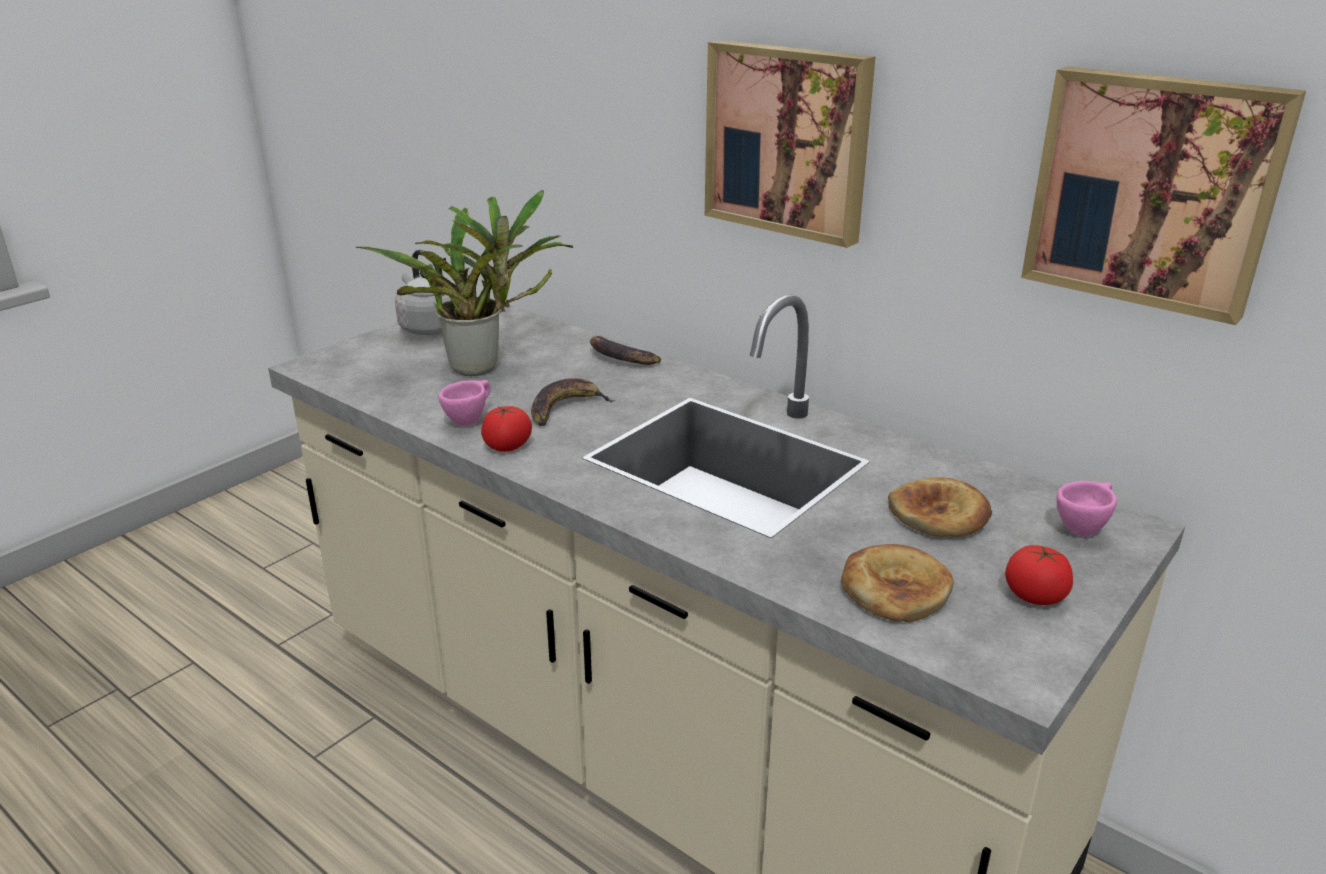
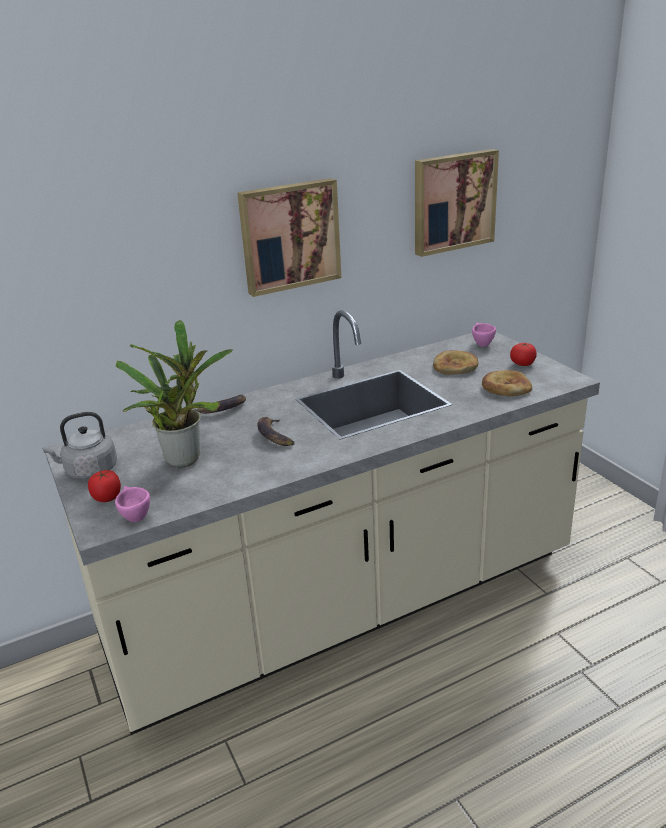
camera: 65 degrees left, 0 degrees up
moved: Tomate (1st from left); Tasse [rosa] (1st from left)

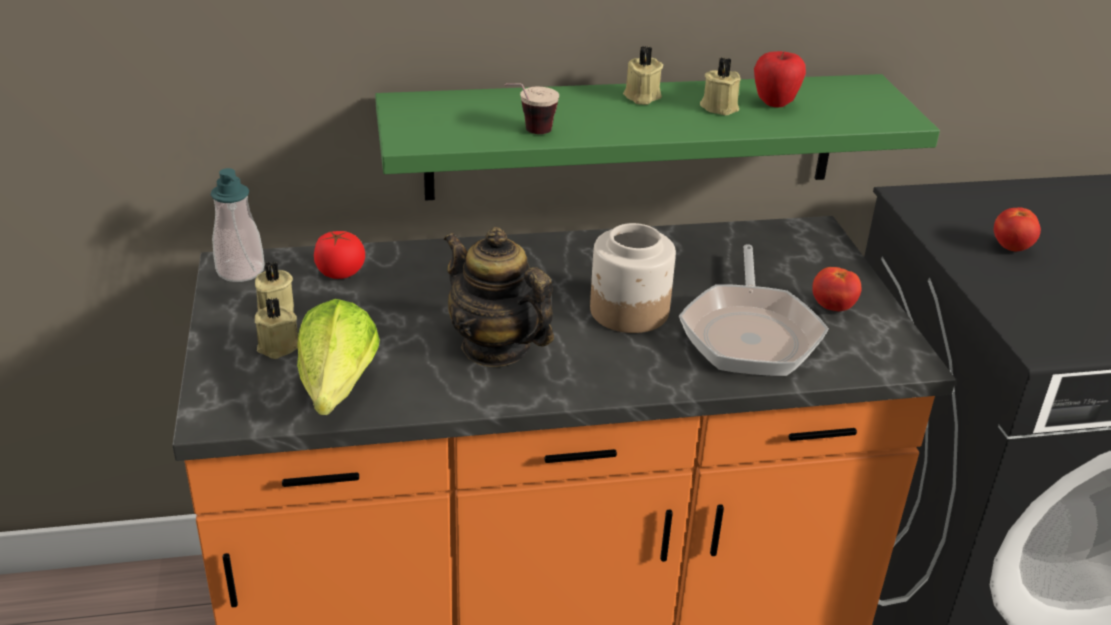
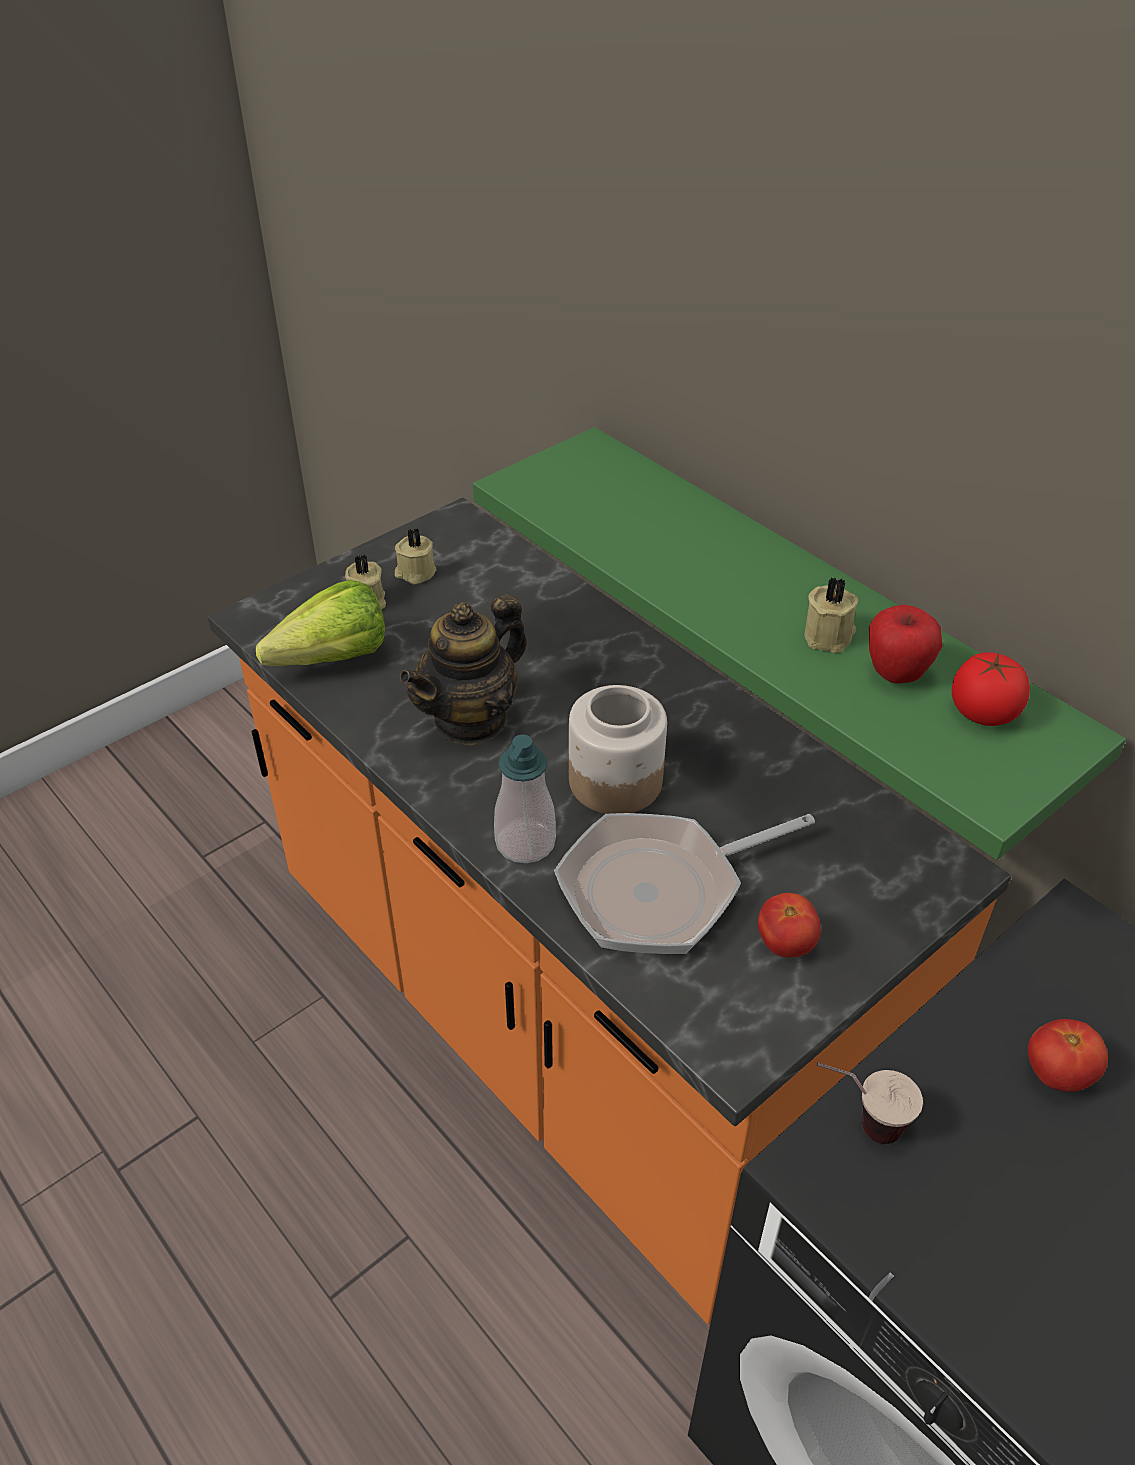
camera: 60 degrees right, 10 degrees up
removed: Kerze [beige] (3rd from left)
moved: Seifenspender; Tasse; Tomate (1st from left in the first image) to Tomate (2nd from left)
turned: Teekanne 150 degrees counterclockwise

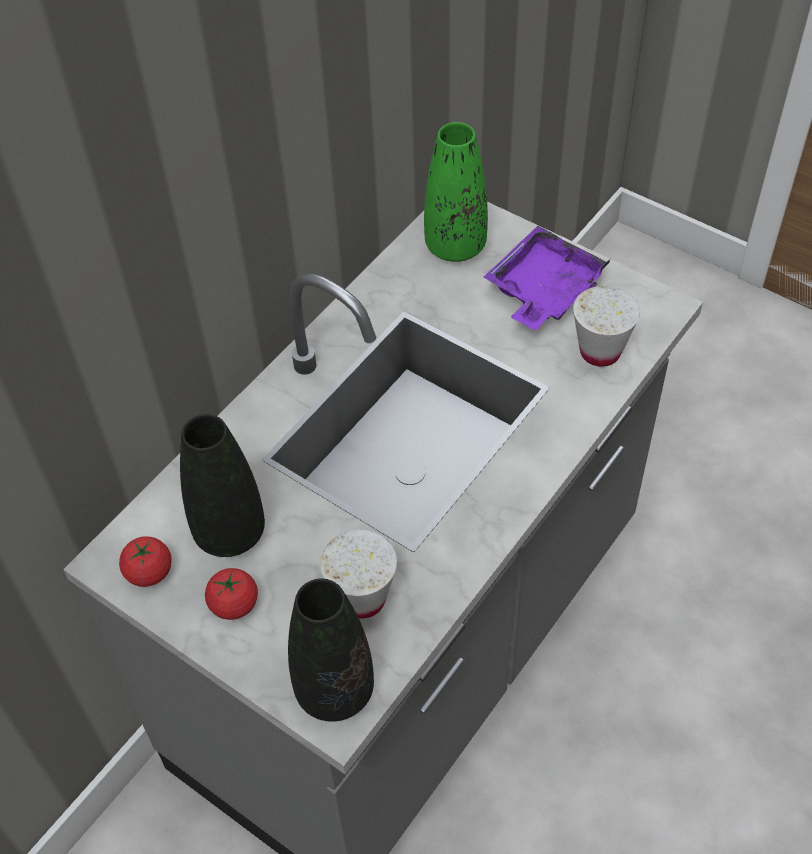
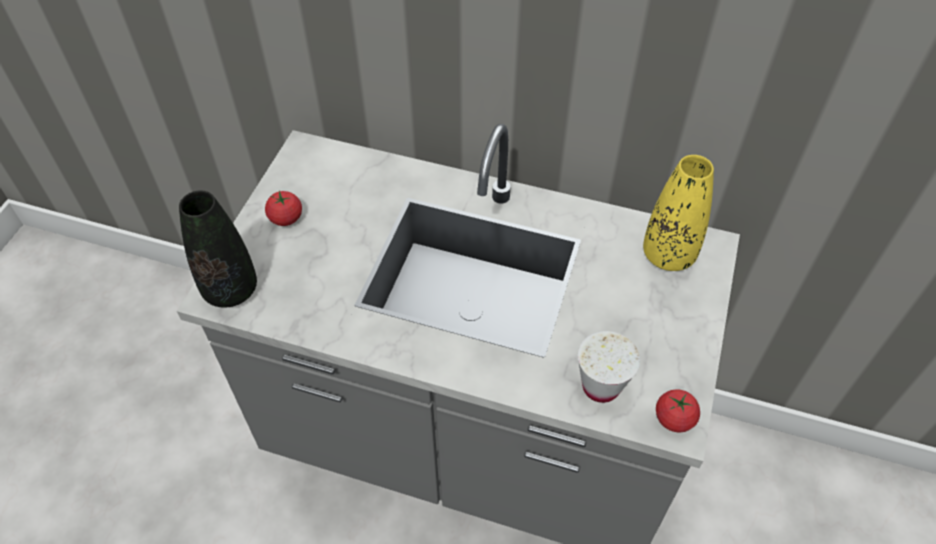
camera: 70 degrees right, 0 degrees up
removed: Vase [schwarz] (1st from left); Tasse [weiß] (1st from left); Tablett [lila]
moved: Tomate (1st from left in the first image) to Tomate (2nd from left)
recoloured: Vase [grün] to Vase [gelb]

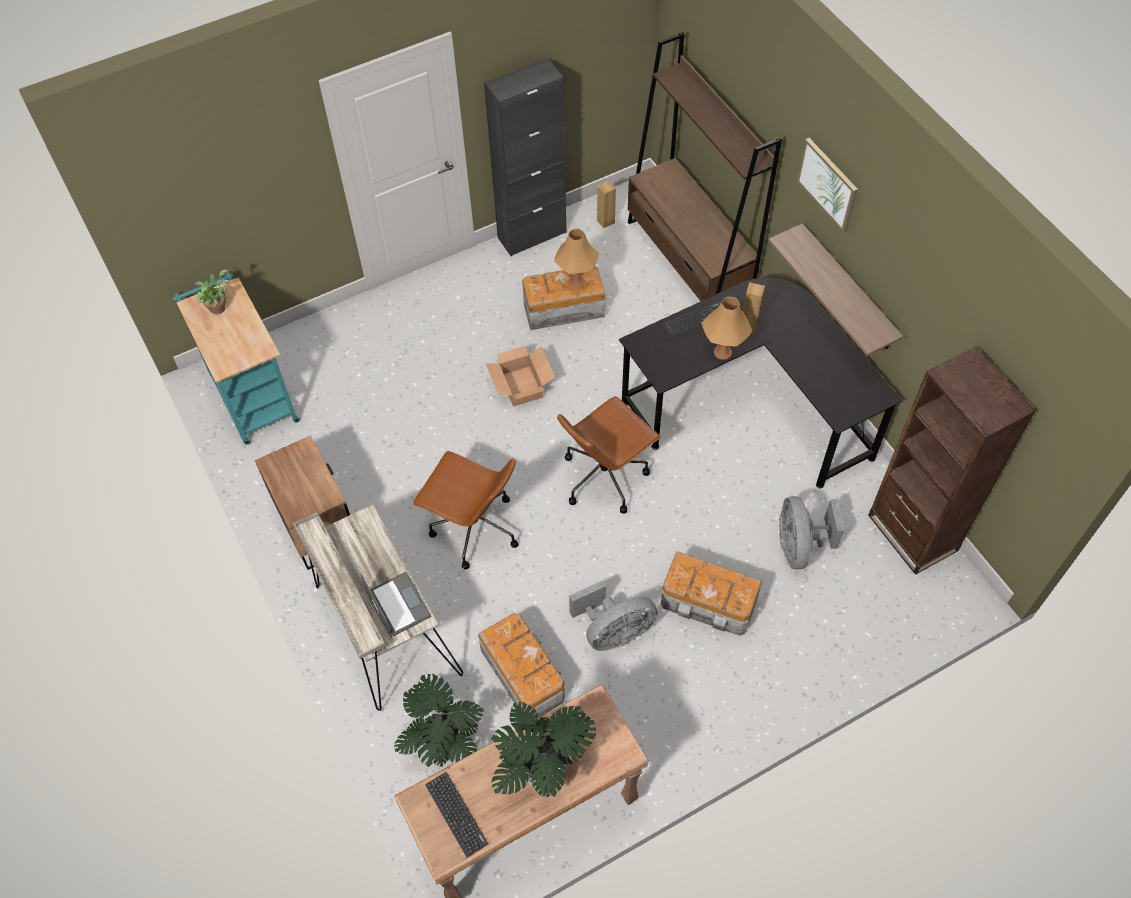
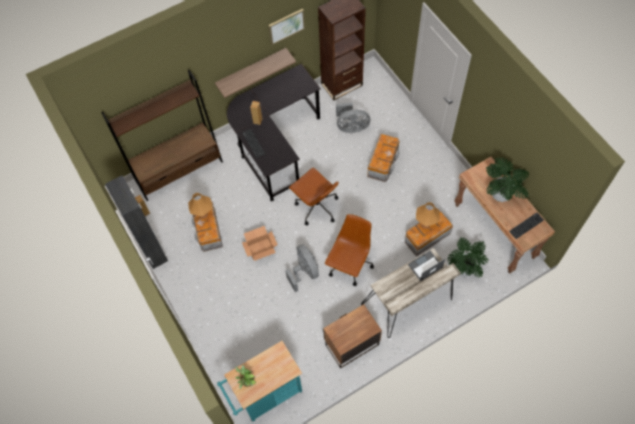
camera: 90 degrees left, 5 degrees up
moved: Bild; Ventilator [grau] (1st from left); Tischlampe [orange] (2nd from left)

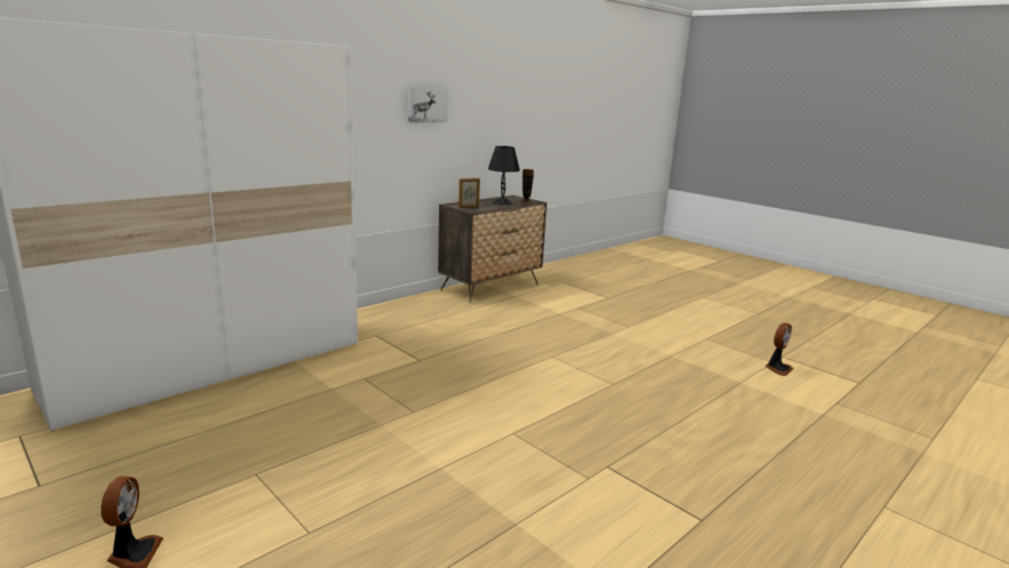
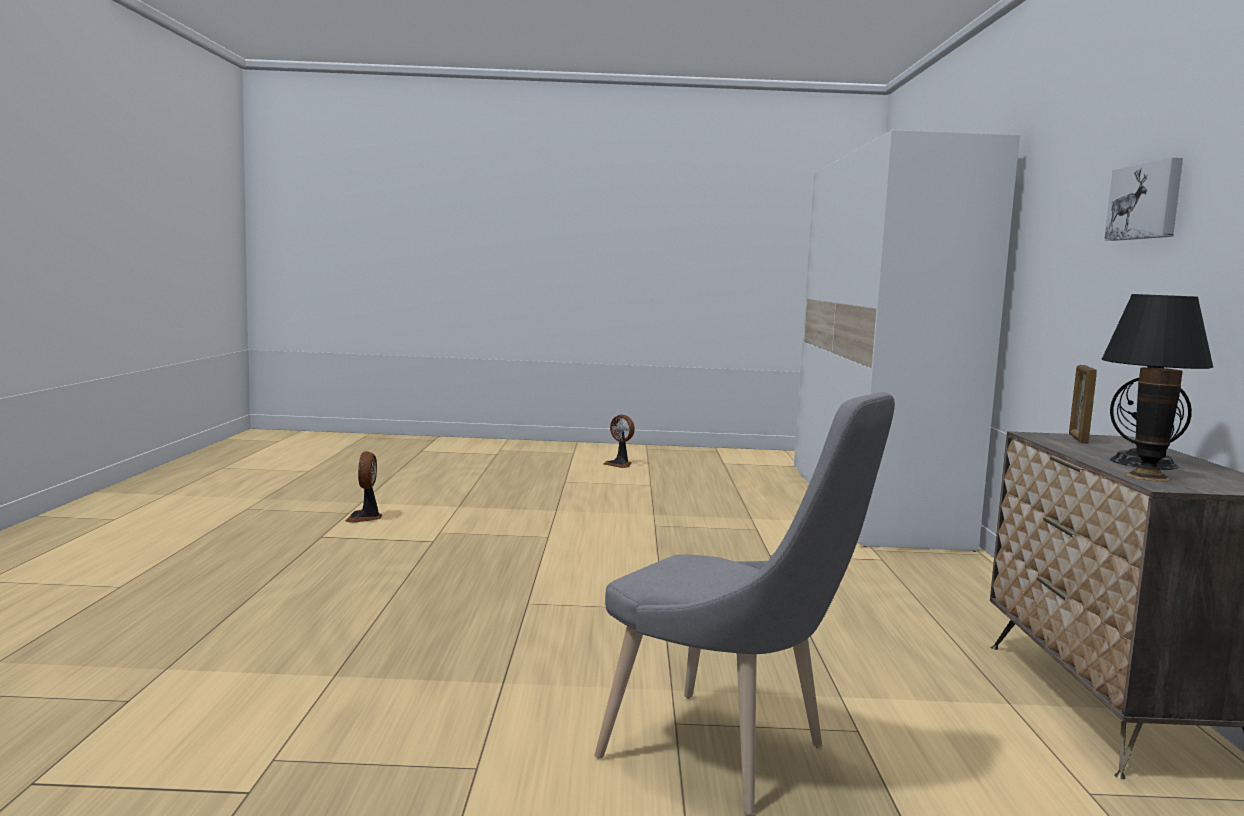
camera: 135 degrees right, 10 degrees down
added: Stuhl [grau]
moved: Ventilator (2nd from left in the first image) to Ventilator (1st from left)

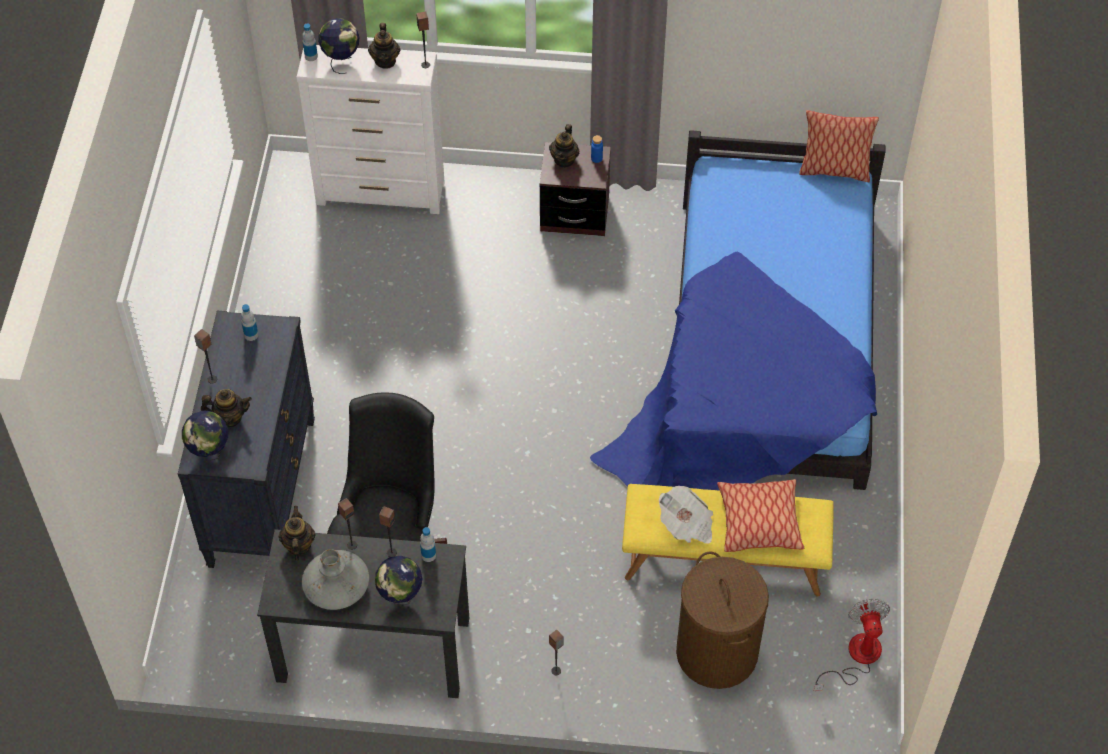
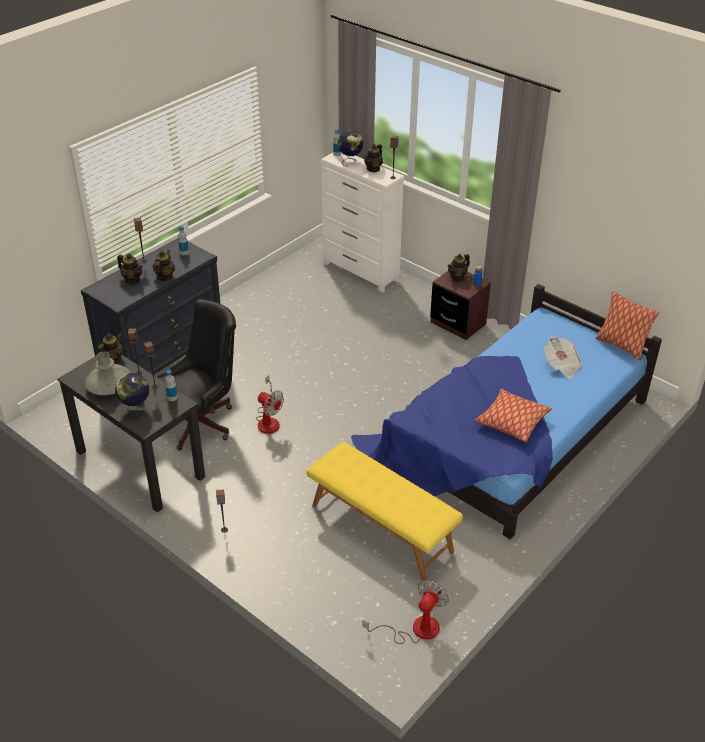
camera: 35 degrees right, 15 degrees down
removed: Globus (1st from left); Wäschekorb [braun]
added: Teekanne (3rd from left); Ventilator (1st from left)
moved: Kissen (1st from left); Zeitung

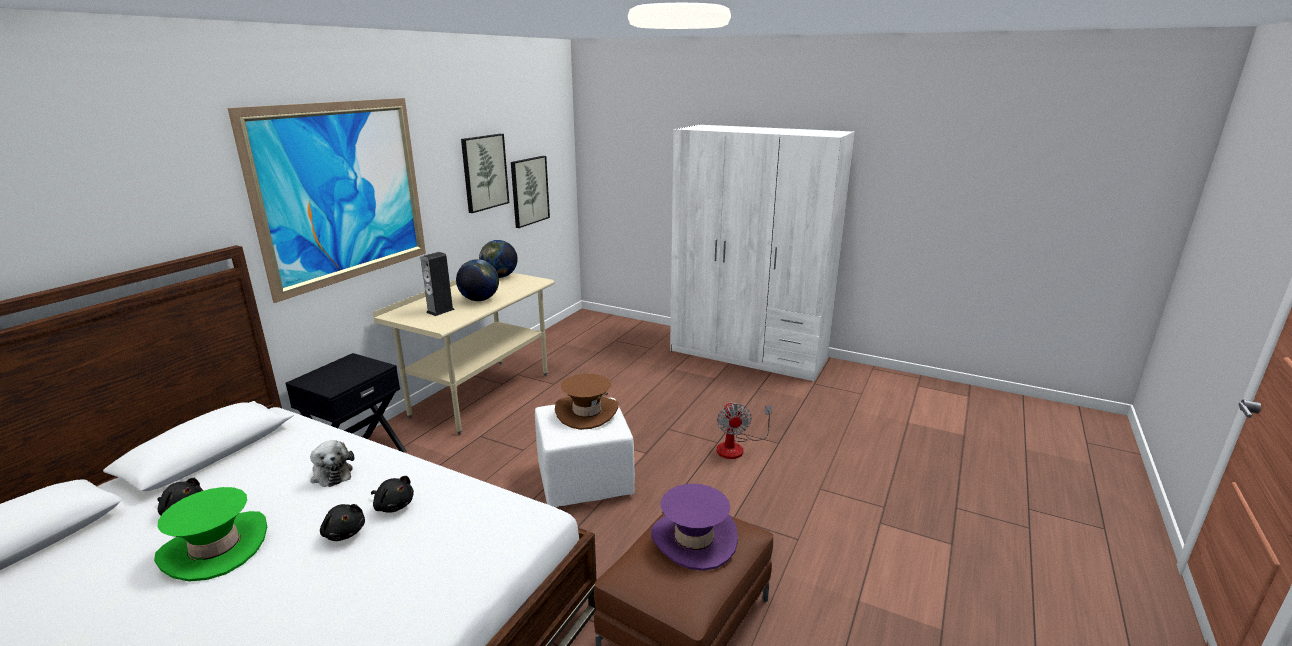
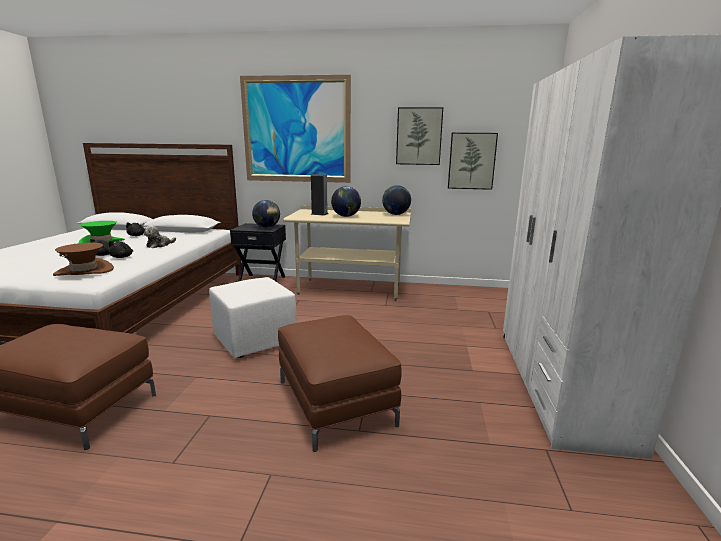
camera: 70 degrees right, 5 degrees down
removed: Hut [lila]
added: Globus (1st from left)
moved: Hut [braun]
replaced: Ventilator to Polsterhocker [braun] (2nd from left)

